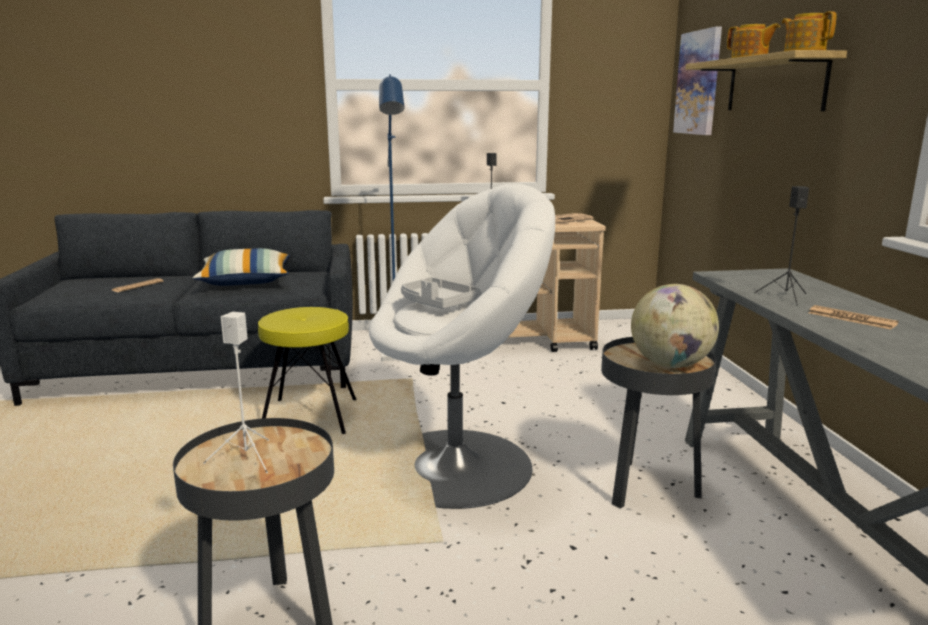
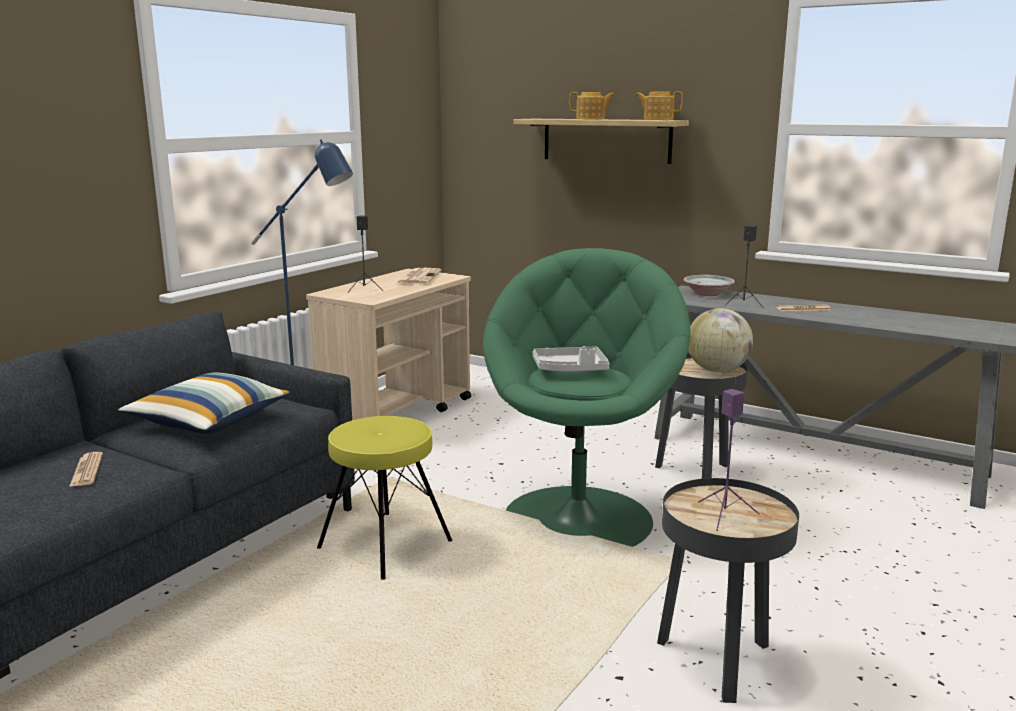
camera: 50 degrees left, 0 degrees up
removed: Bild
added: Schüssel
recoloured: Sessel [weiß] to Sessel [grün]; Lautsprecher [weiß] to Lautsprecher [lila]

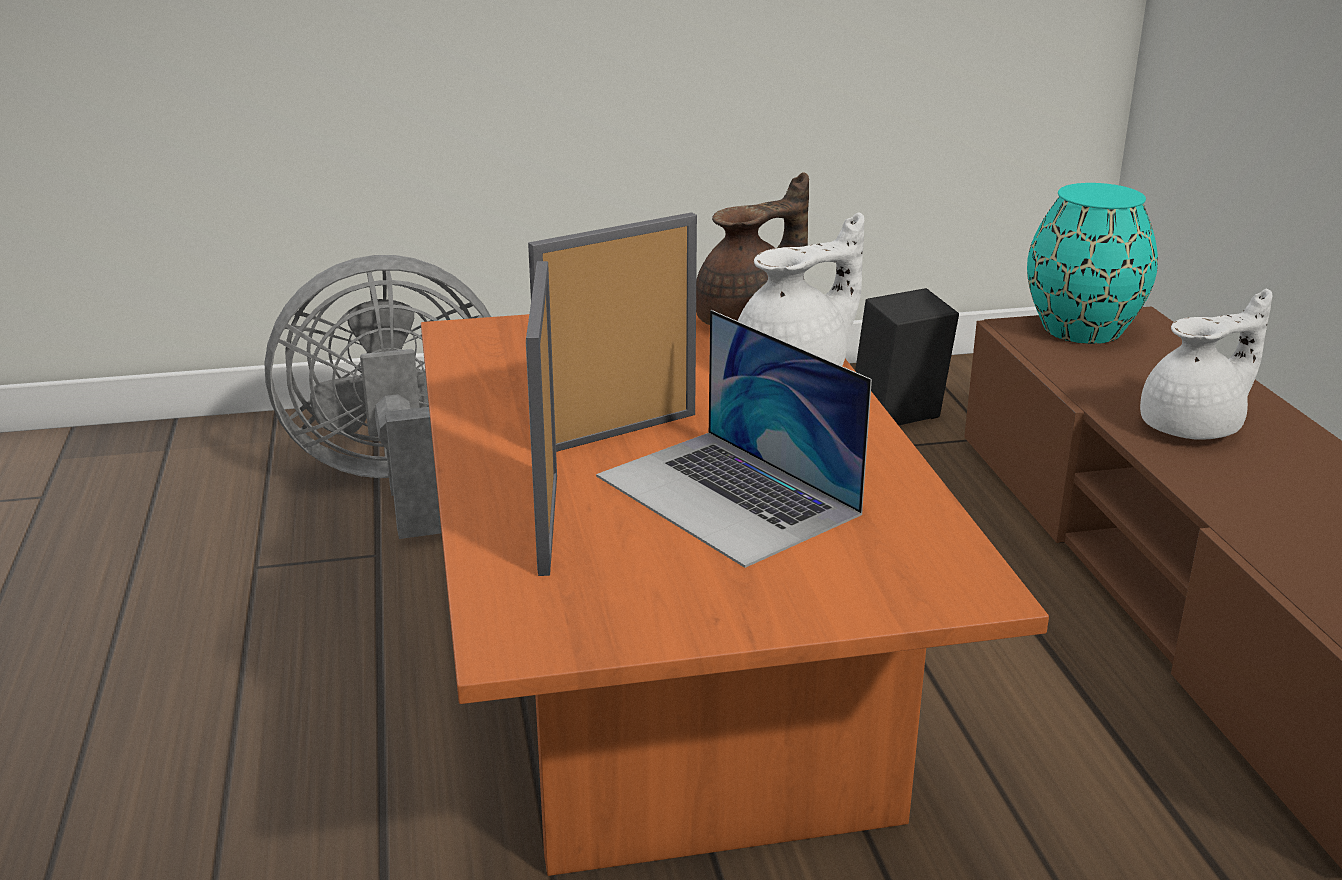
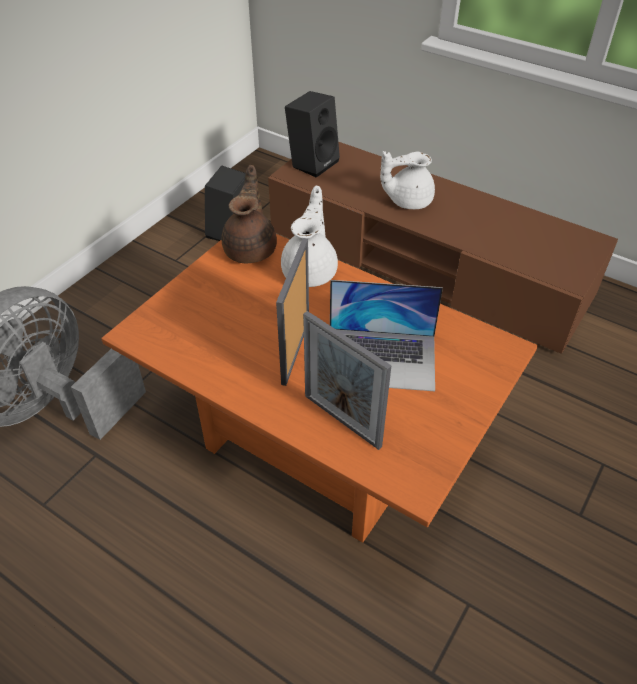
camera: 45 degrees left, 20 degrees up
replaced: Vase [türkis] to Lautsprecher [schwarz] (2nd from left)
turned: Teekanne [weiß] (2nd from left) 120 degrees counterclockwise

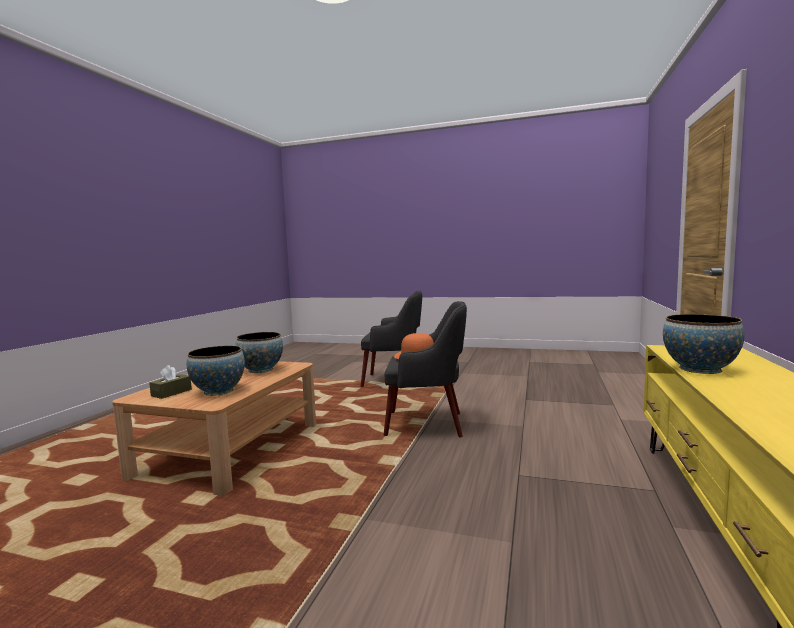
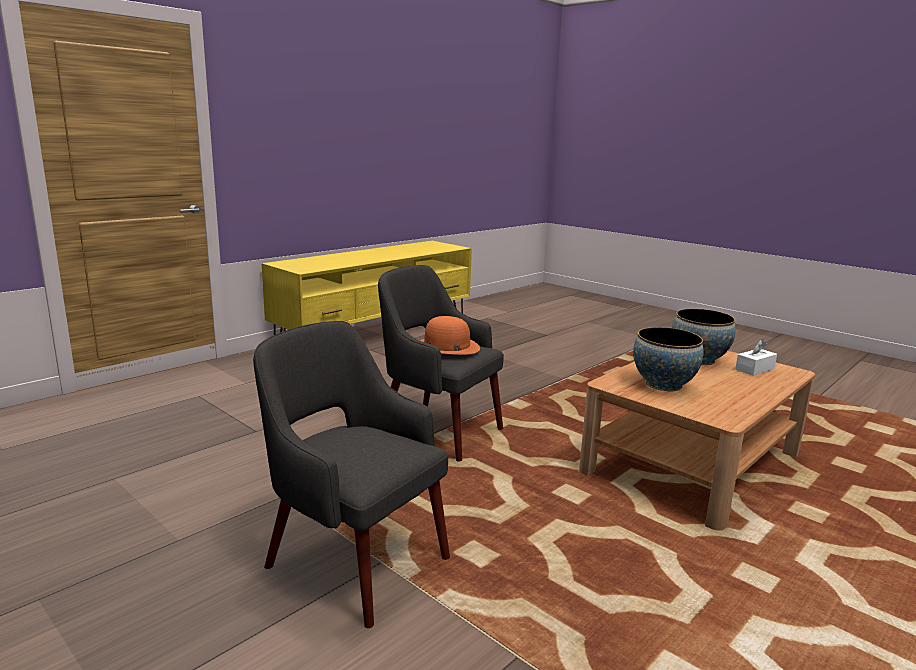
camera: 155 degrees left, 10 degrees up
removed: Schüssel (3rd from left)
recoloured: Taschentuchbox [braun] to Taschentuchbox [weiß]

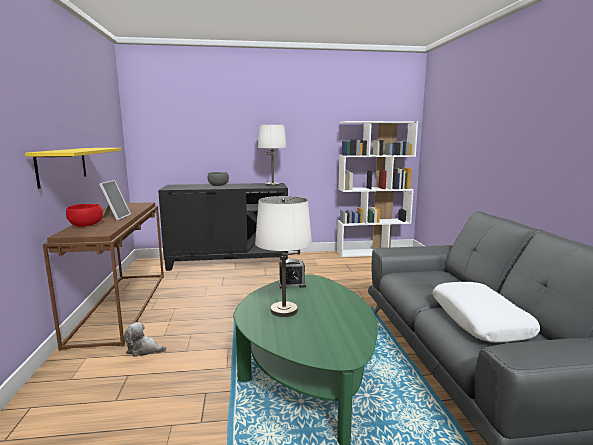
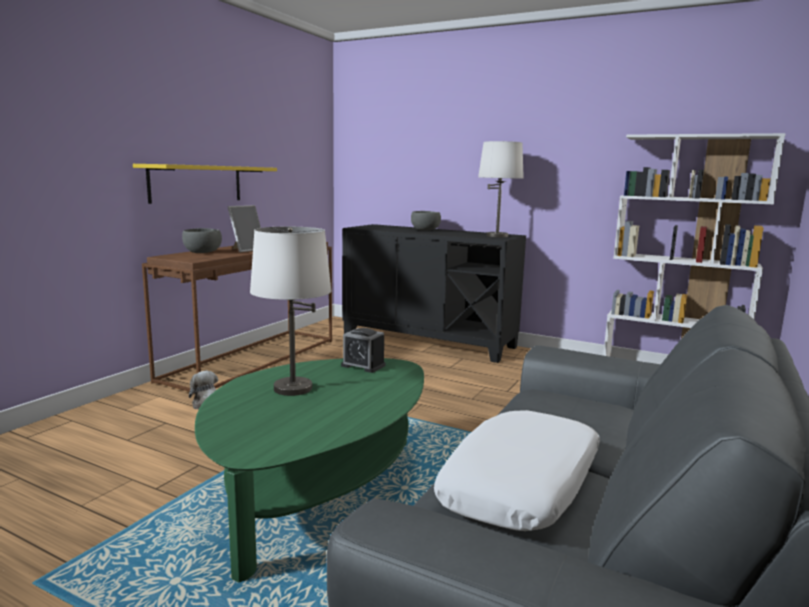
camera: 35 degrees right, 0 degrees up
recoloured: Schüssel [rot] to Schüssel [grau] (1st from left)

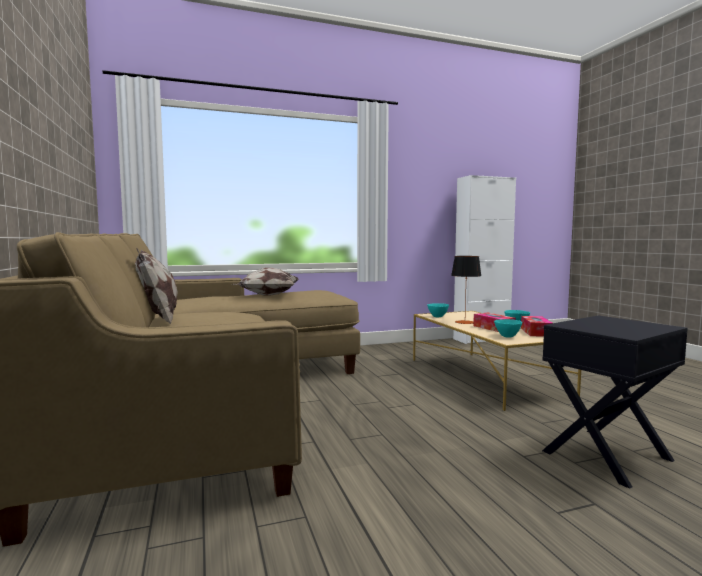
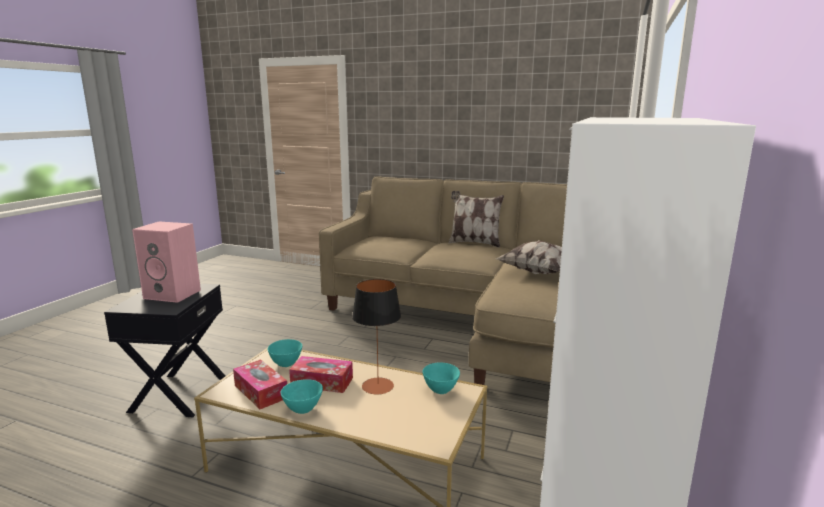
camera: 130 degrees right, 10 degrees up
added: Lautsprecher [rosa]

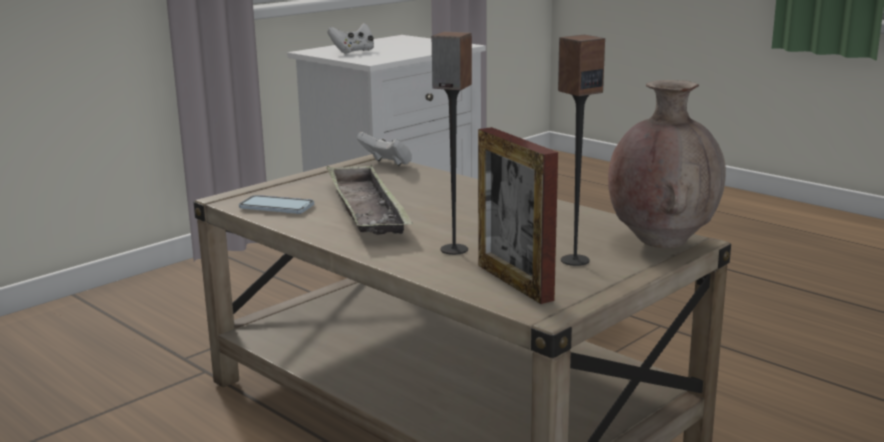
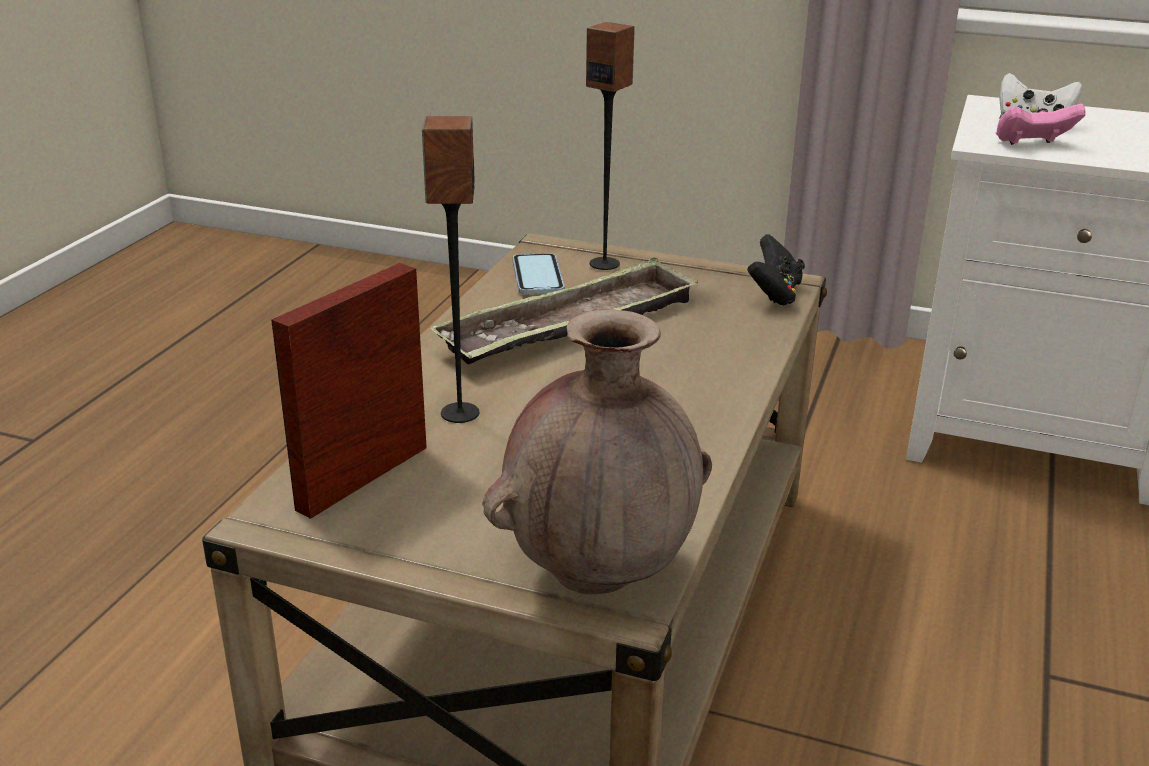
camera: 65 degrees right, 10 degrees up
added: Gamepad [rosa]
moved: Lautsprecher (2nd from left)
recoloured: Gamepad [weiß] (2nd from left) to Gamepad [schwarz]

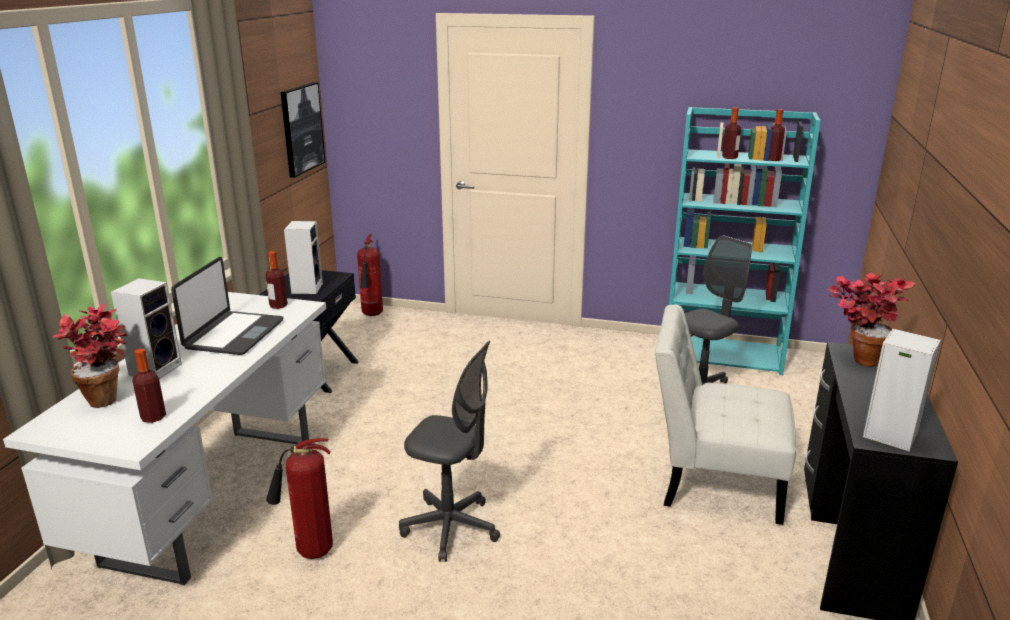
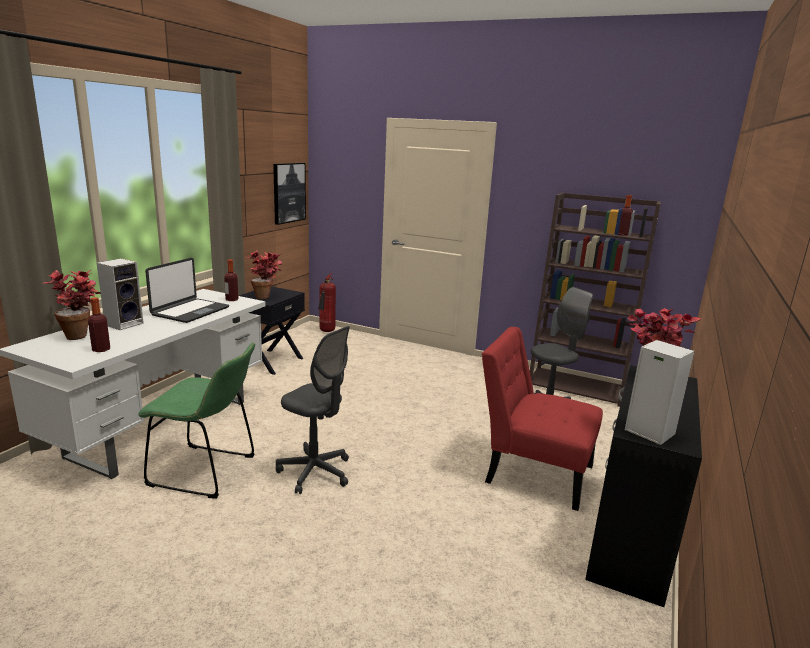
camera: 10 degrees right, 5 degrees down
removed: Flasche (3rd from left)
replaced: Feuerlöscher (1st from left) to Stuhl [grün]; Lautsprecher (2nd from left) to Topfpflanze (2nd from left)
recoloured: Stuhl [weiß] to Stuhl [rot]; Bücherregal [türkis] to Bücherregal [braun]

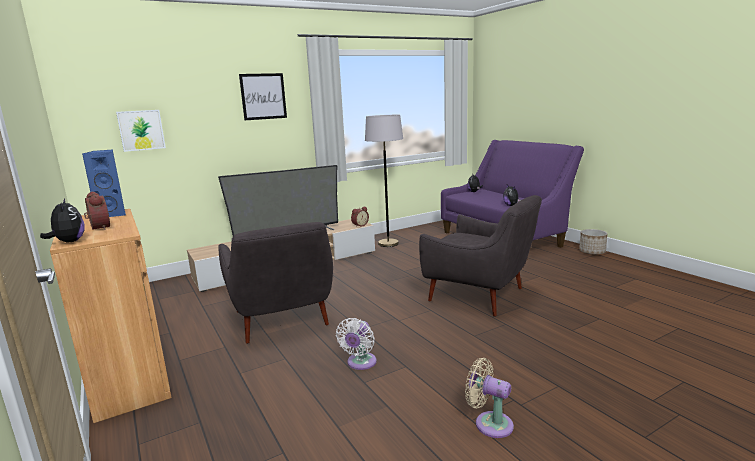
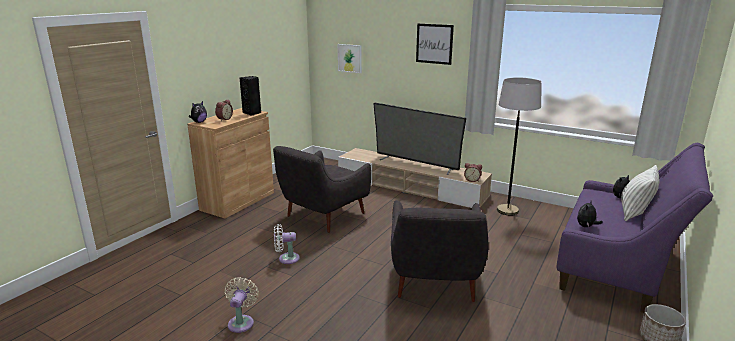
camera: 60 degrees right, 5 degrees up
added: Kissen
recoloured: Lautsprecher [blau] to Lautsprecher [schwarz]

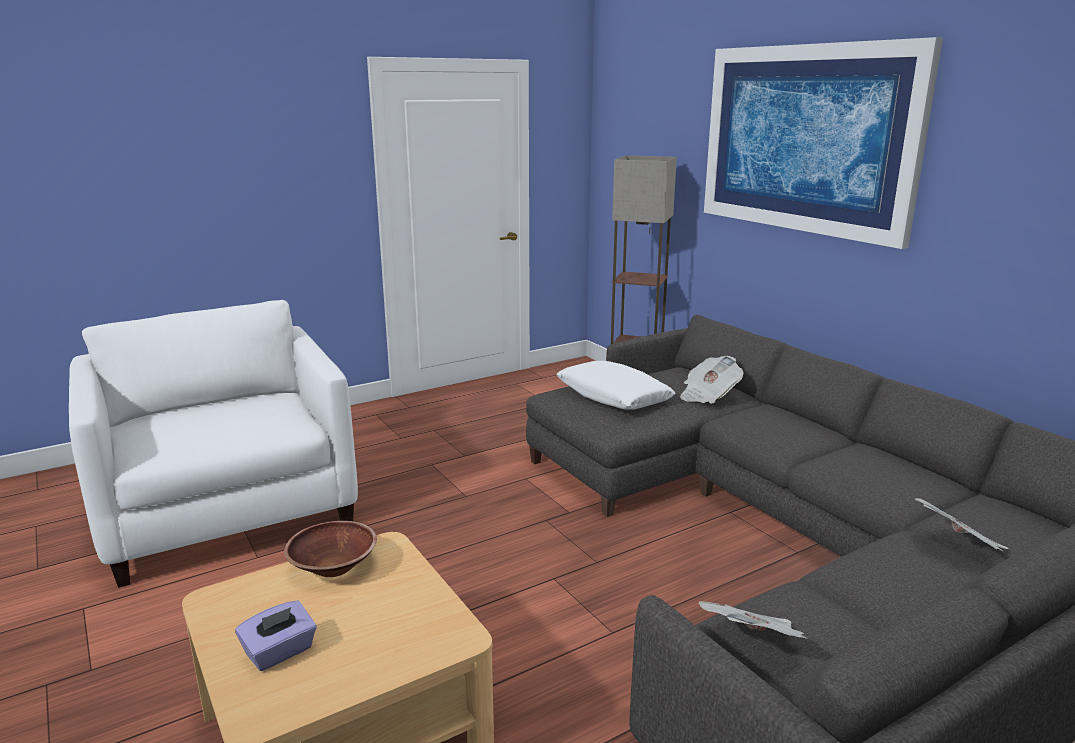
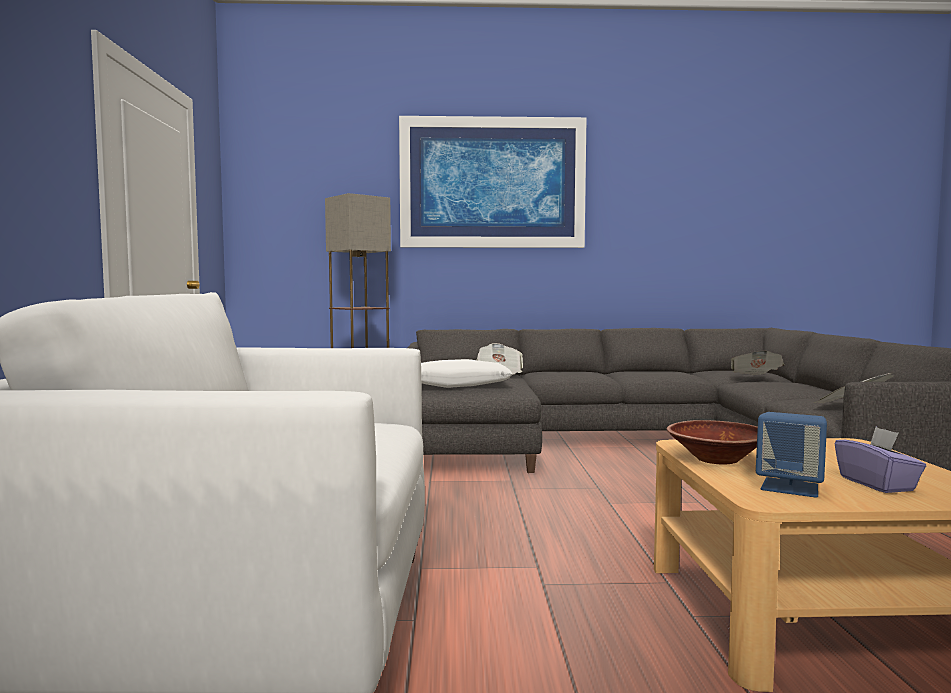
camera: 60 degrees left, 15 degrees down
added: Lautsprecher [blau]

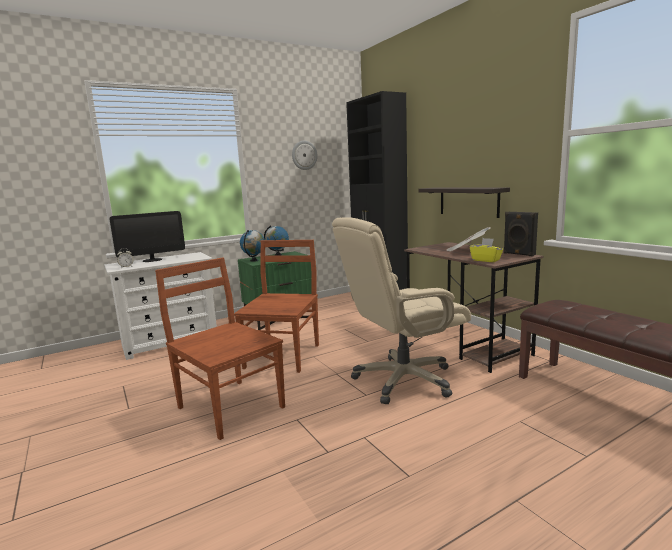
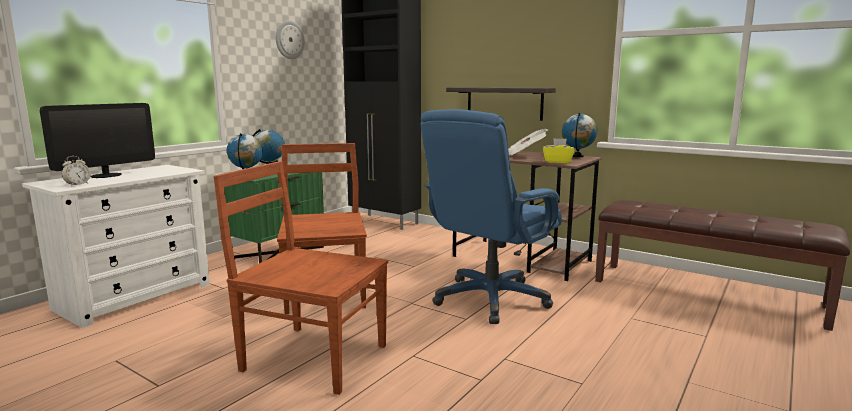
camera: 25 degrees left, 0 degrees up
replaced: Lautsprecher [schwarz] to Globus (3rd from left)
recoloured: Bürostuhl [beige] to Bürostuhl [blau]

